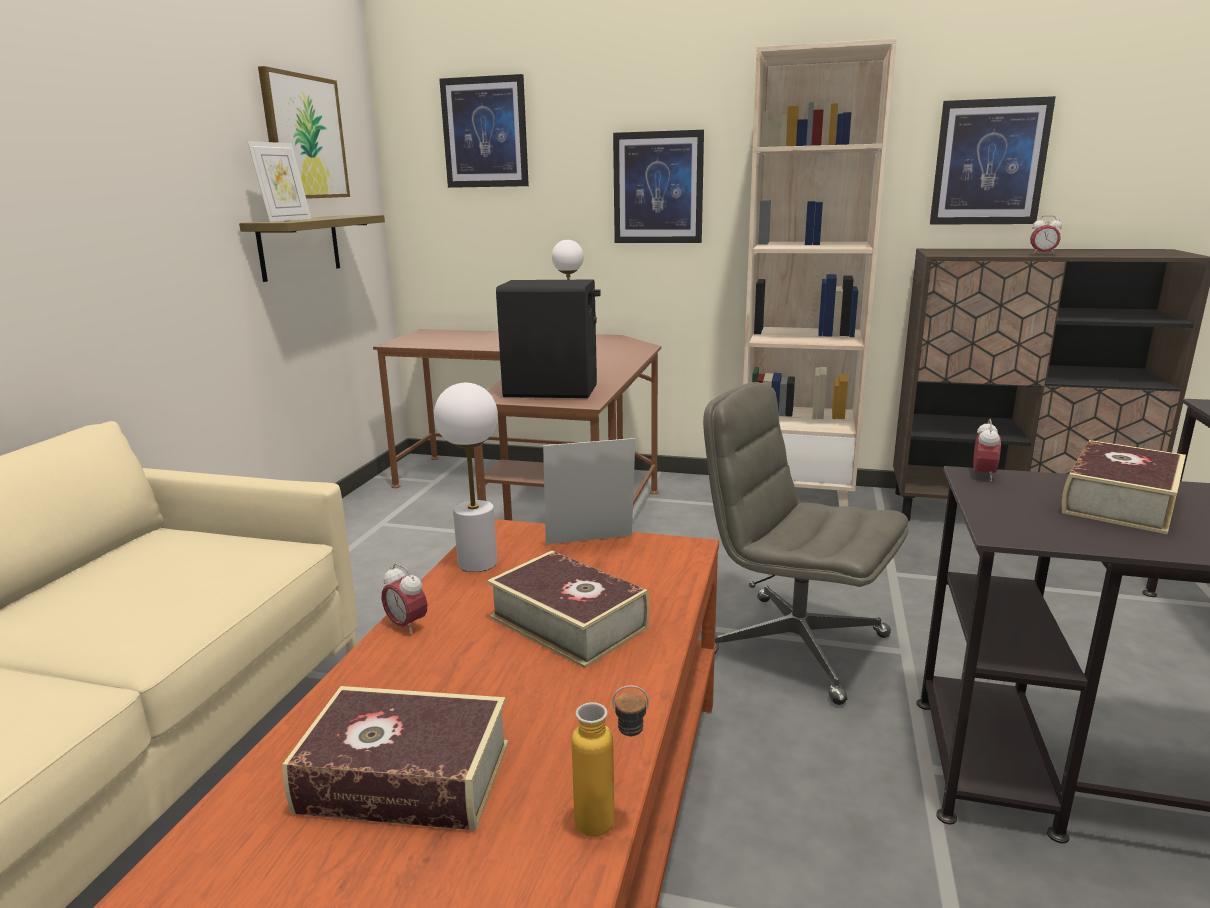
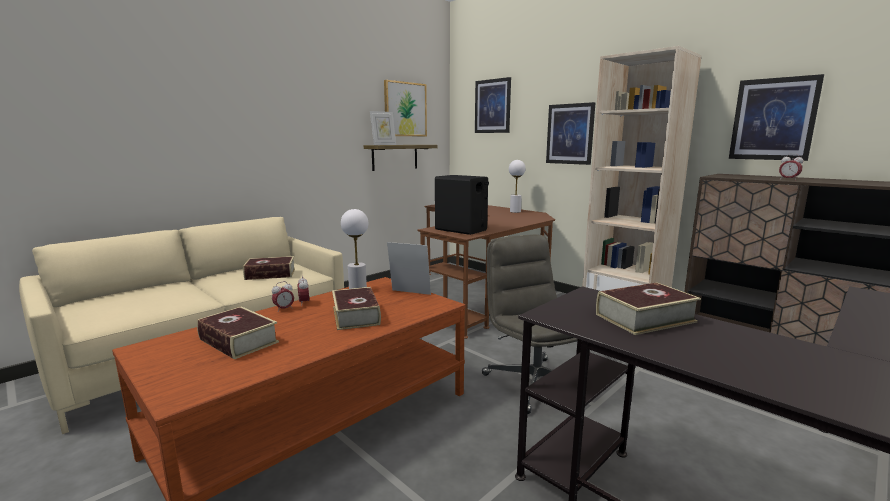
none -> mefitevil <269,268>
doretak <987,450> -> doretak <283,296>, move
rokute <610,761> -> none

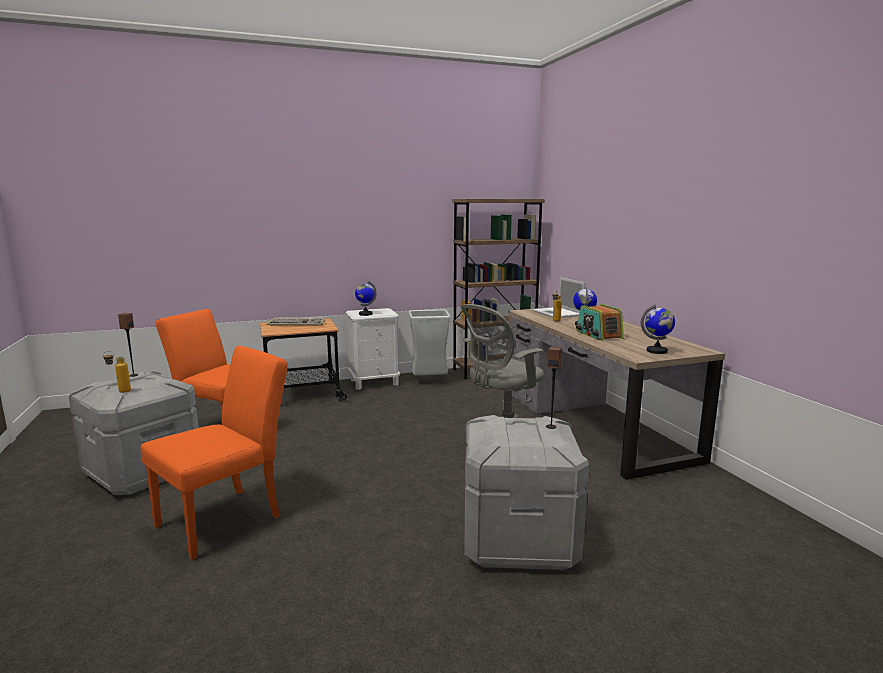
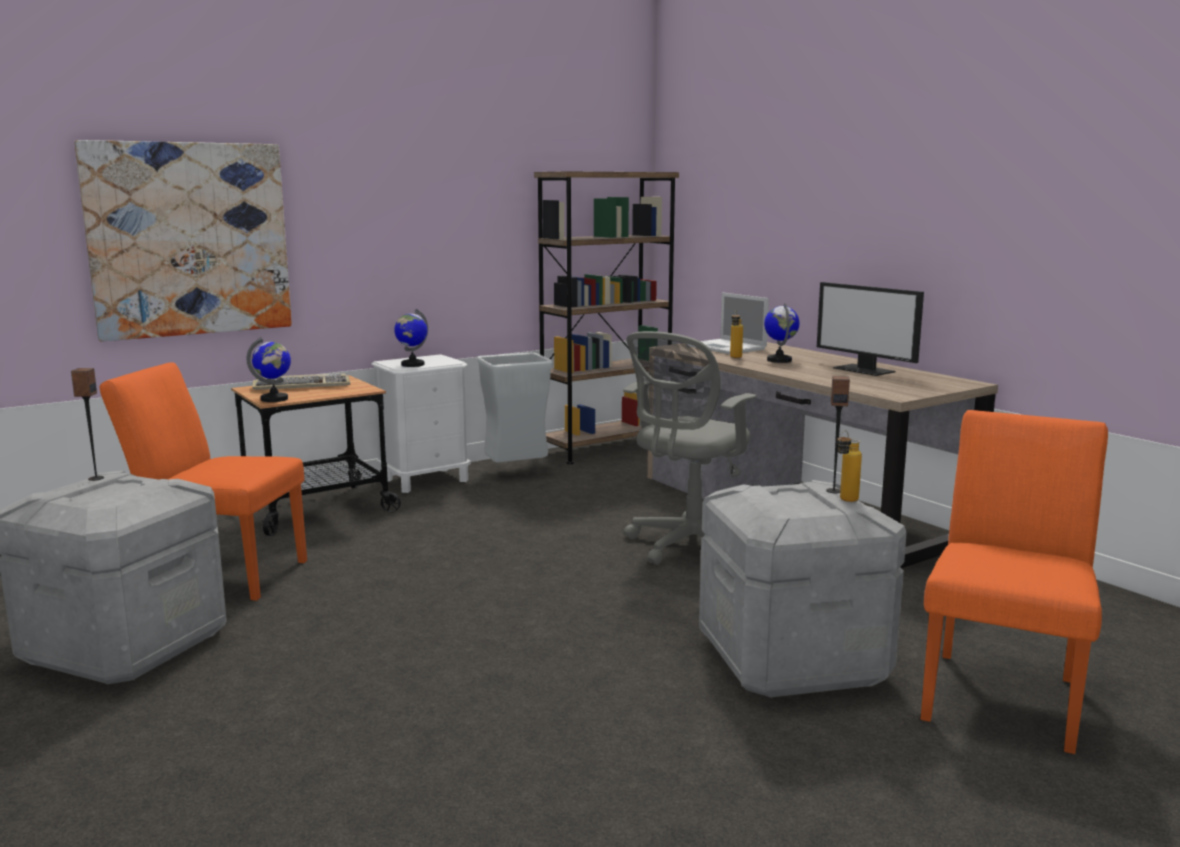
none -> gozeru <183,241>
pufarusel <658,329> -> pufarusel <269,369>, move
none -> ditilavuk <870,329>
rokute <117,372> -> rokute <849,466>, move
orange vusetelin <214,453> -> orange vusetelin <1014,582>, move
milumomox <600,322> -> none

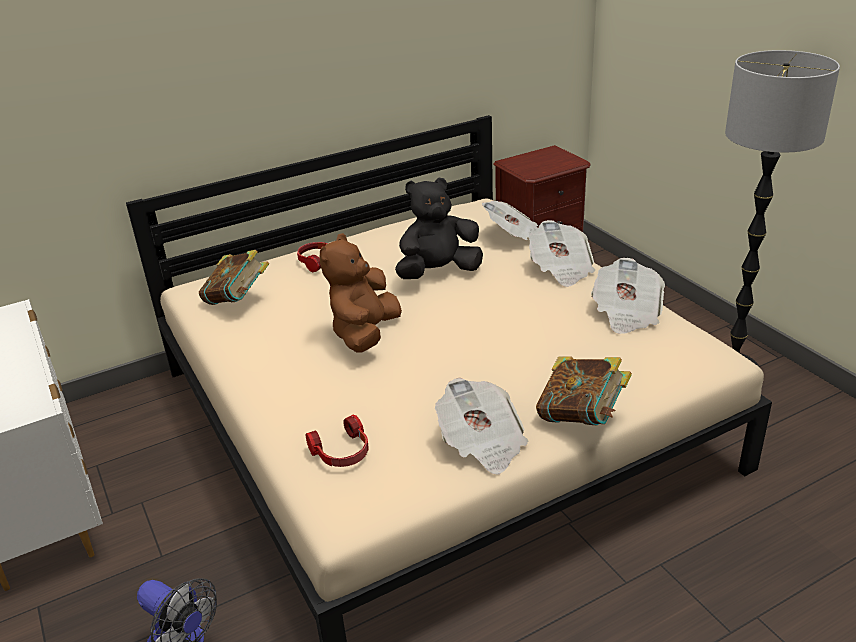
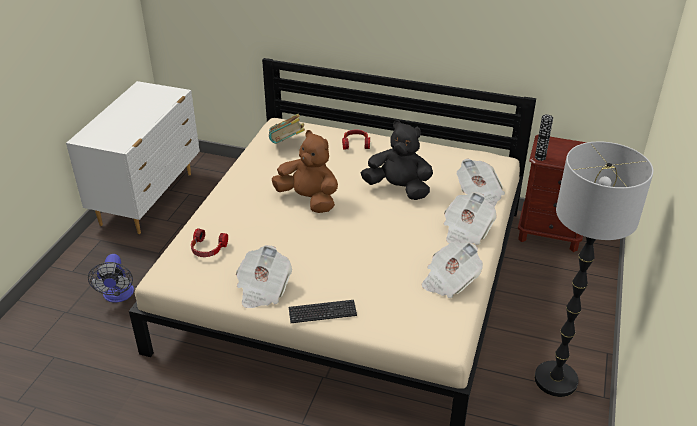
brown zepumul <360,292> -> brown zepumul <305,171>, 60 degrees clockwise
mefitevil <584,390> -> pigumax <323,311>
none -> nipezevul <544,138>

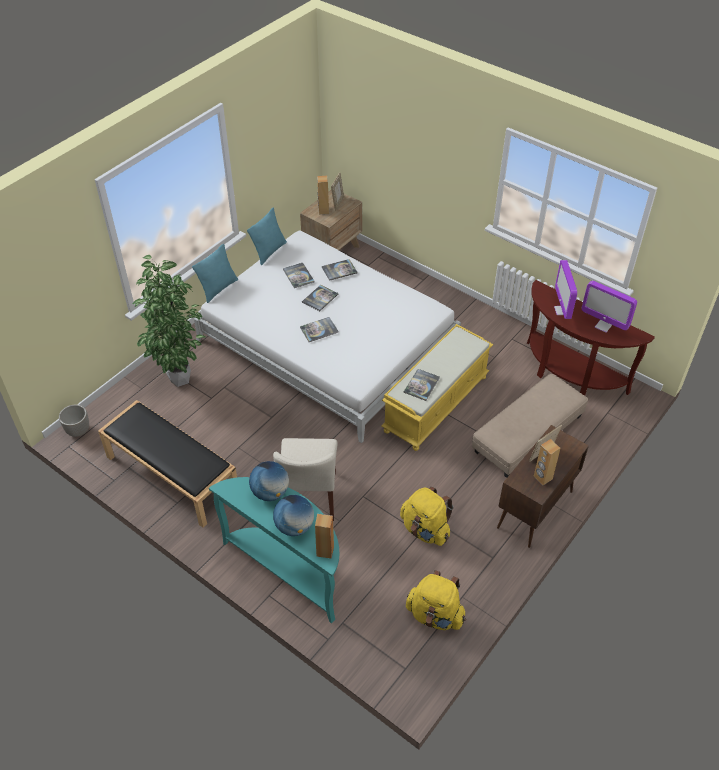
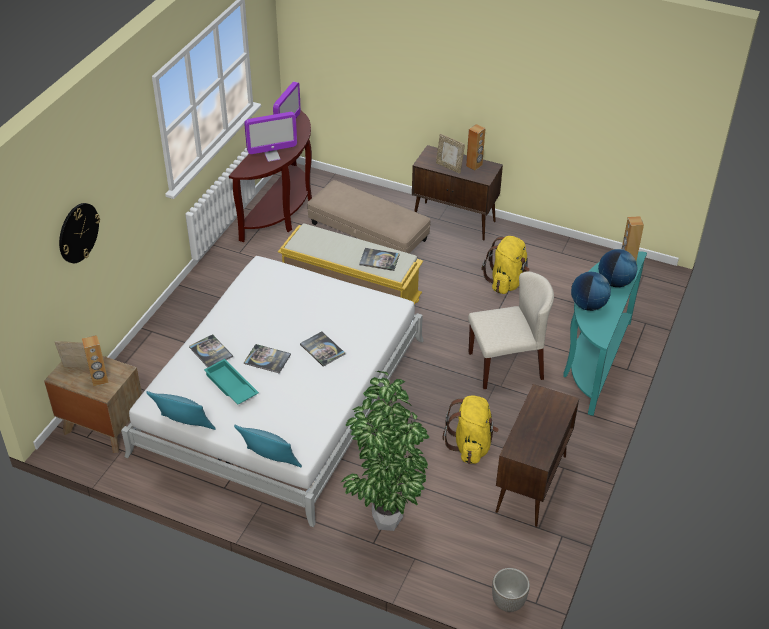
none -> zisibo <79,233>
mefitevil <298,275> -> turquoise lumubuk <231,382>
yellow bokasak <436,600> -> yellow bokasak <471,430>, move
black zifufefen <167,464> -> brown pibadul <537,455>

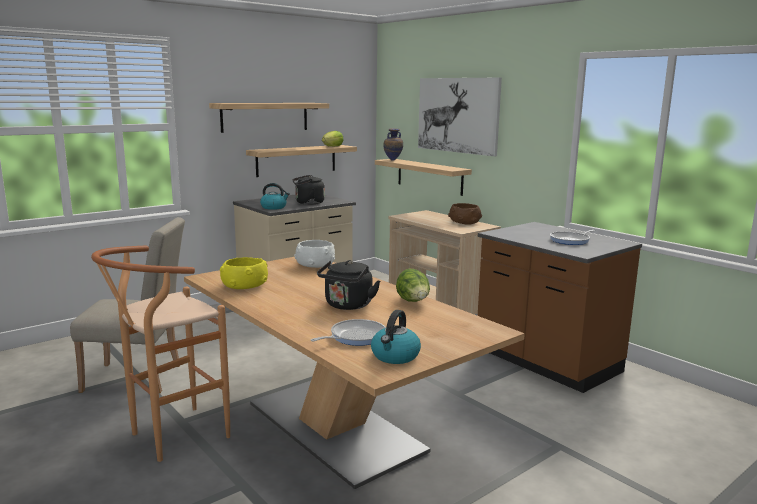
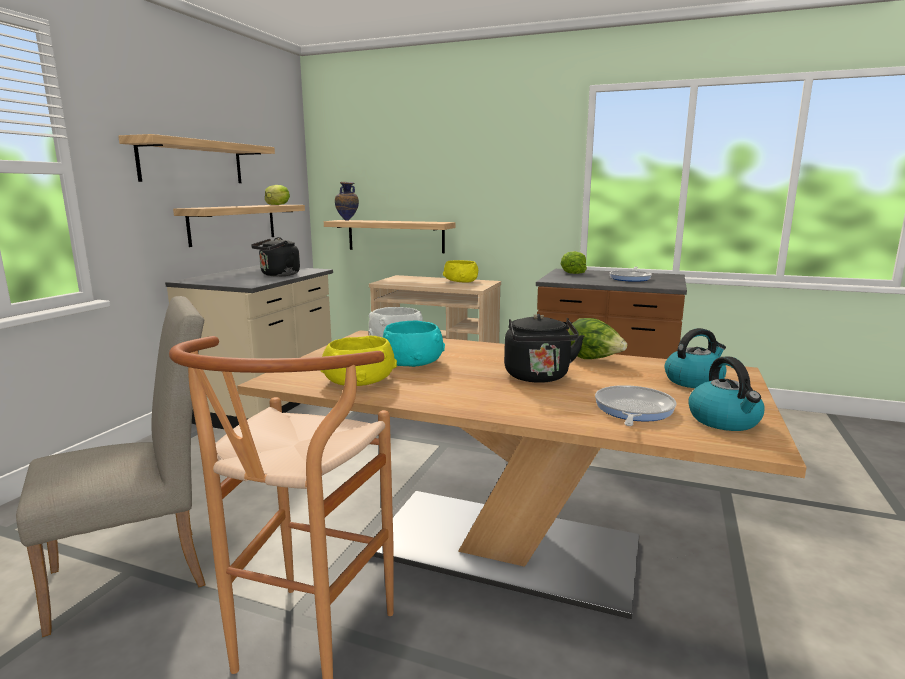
none -> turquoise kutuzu <414,344>
brown kutuzu <465,214> -> yellow kutuzu <460,271>
none -> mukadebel <574,262>
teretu <275,196> -> teretu <696,358>, move
gozeru <460,117> -> none

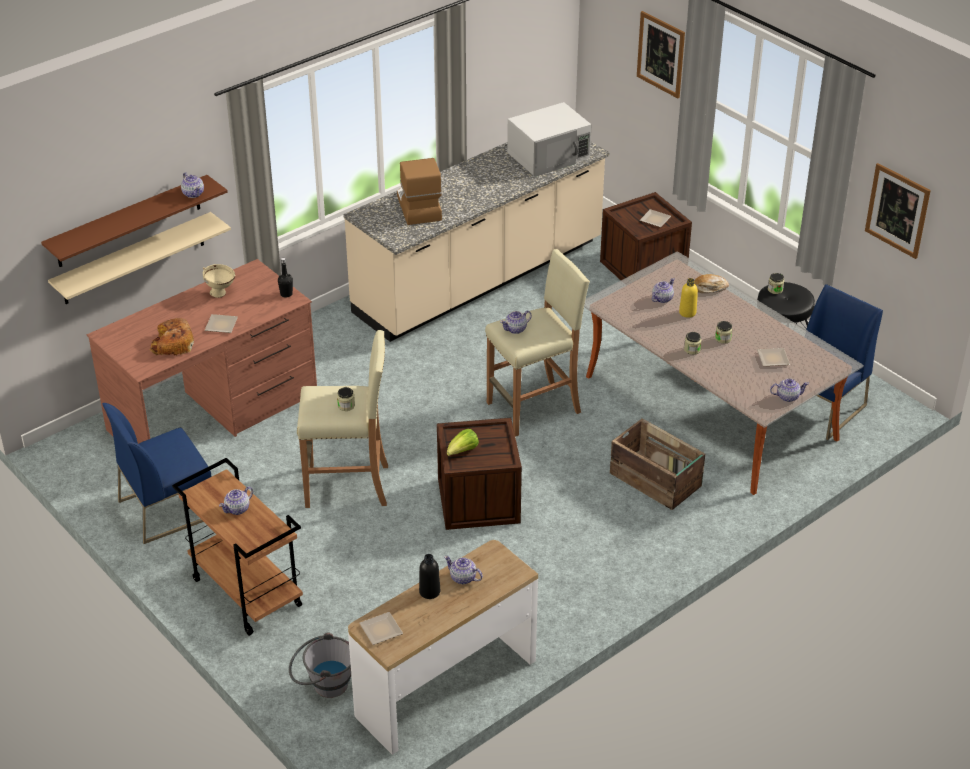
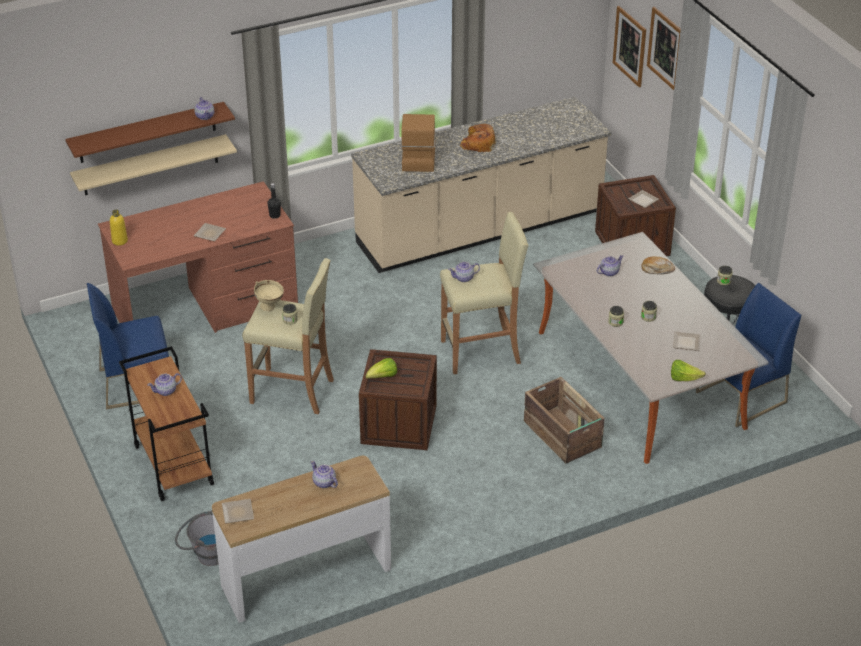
yellow rokute <688,298> -> yellow rokute <119,228>, move
beige kutuzu <219,281> -> beige kutuzu <269,295>, move
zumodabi <172,336> -> zumodabi <477,138>, move
gozeru <898,211> -> gozeru <629,46>, move
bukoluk <789,390> -> mukadebel <688,370>
black rokute <429,576> -> none
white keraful <549,139> -> none

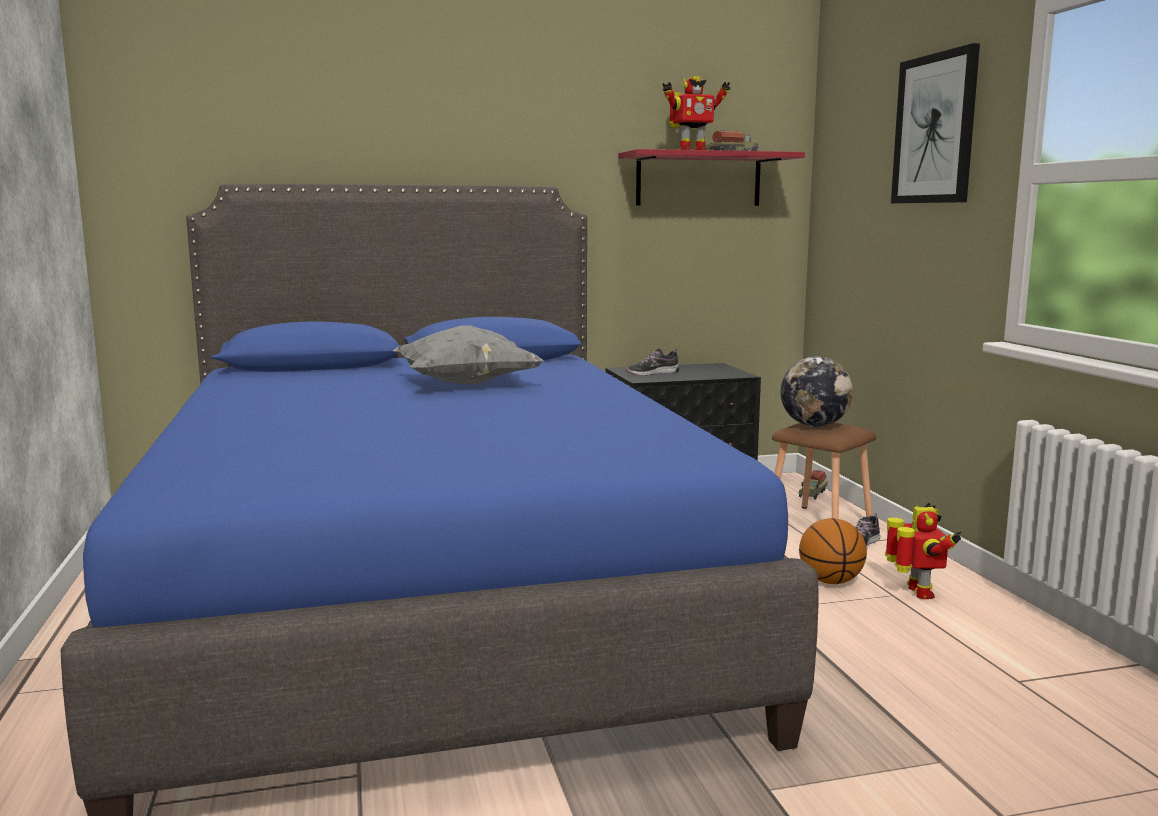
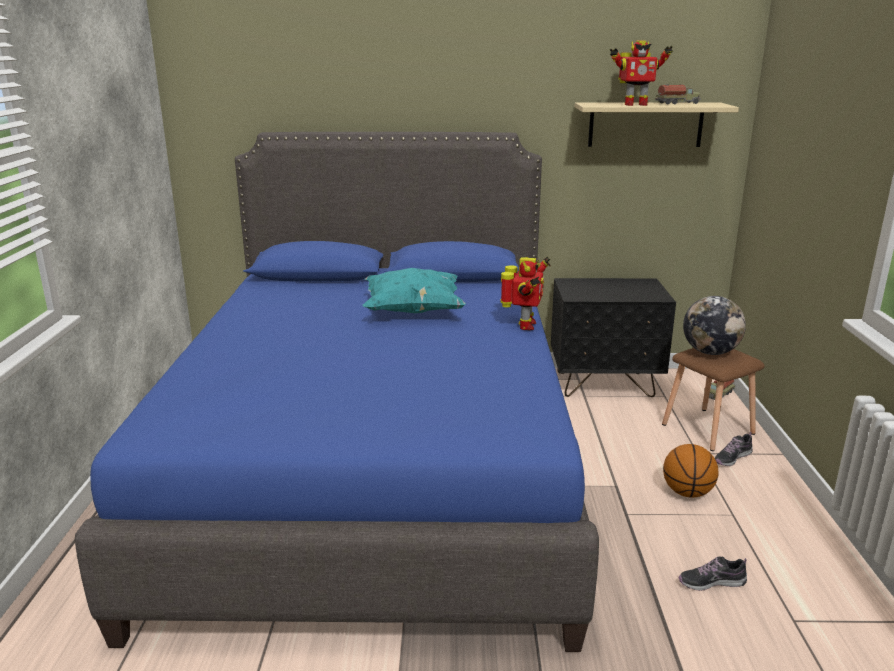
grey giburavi <468,354> -> turquoise giburavi <414,290>
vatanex <923,551> -> vatanex <525,293>, move
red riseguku <711,177> -> beige riseguku <657,124>
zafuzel <652,362> -> zafuzel <713,574>, move
gozeru <935,123> -> none

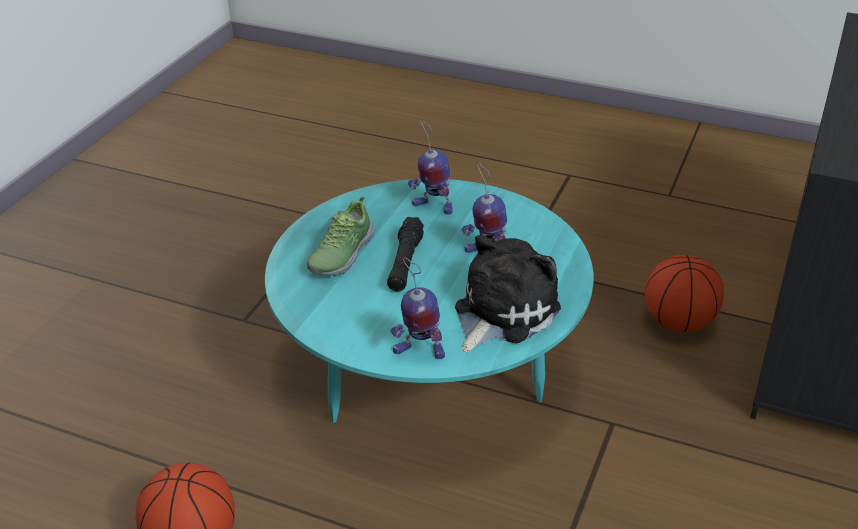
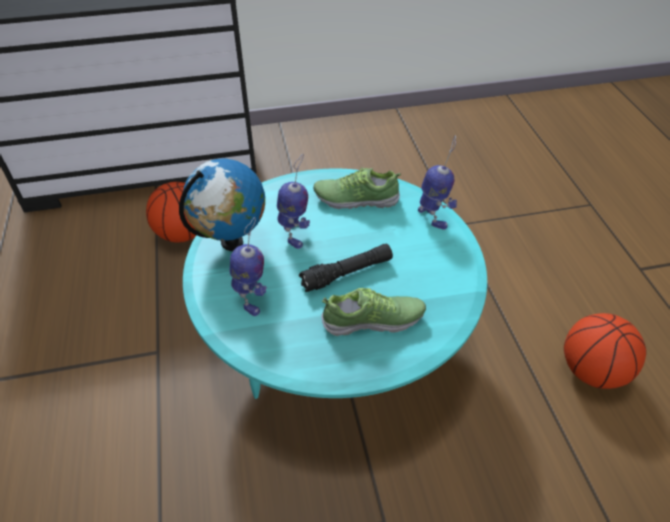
none -> pufarusel <222,205>
zepumul <508,293> -> zafuzel <357,188>

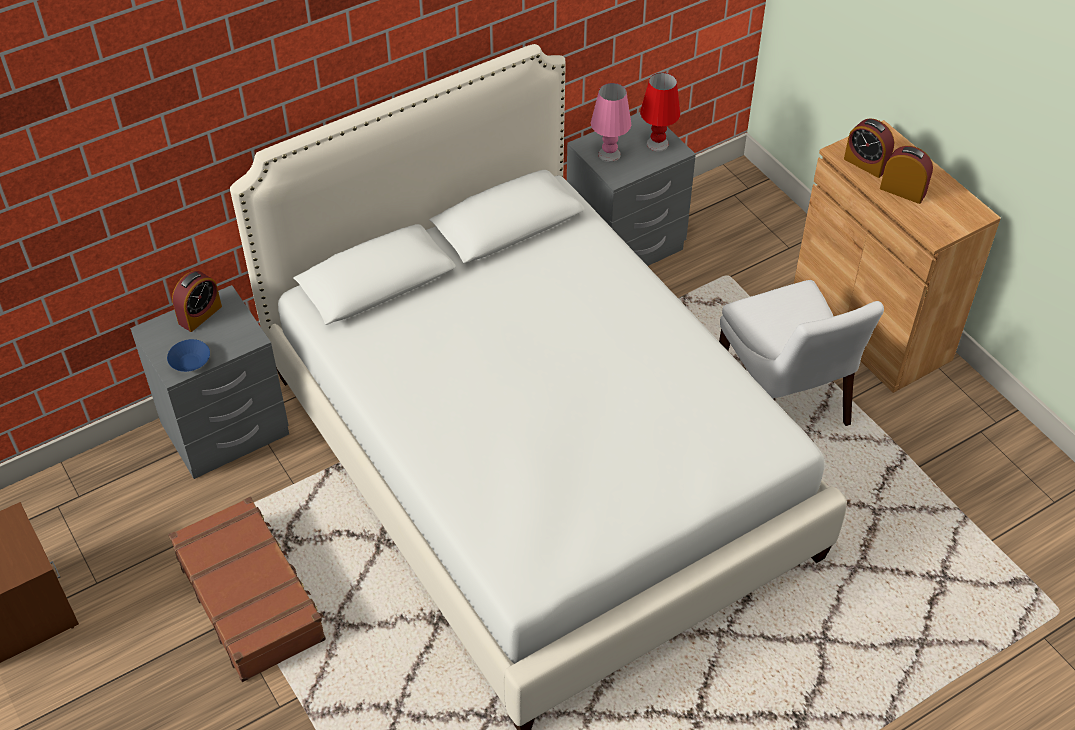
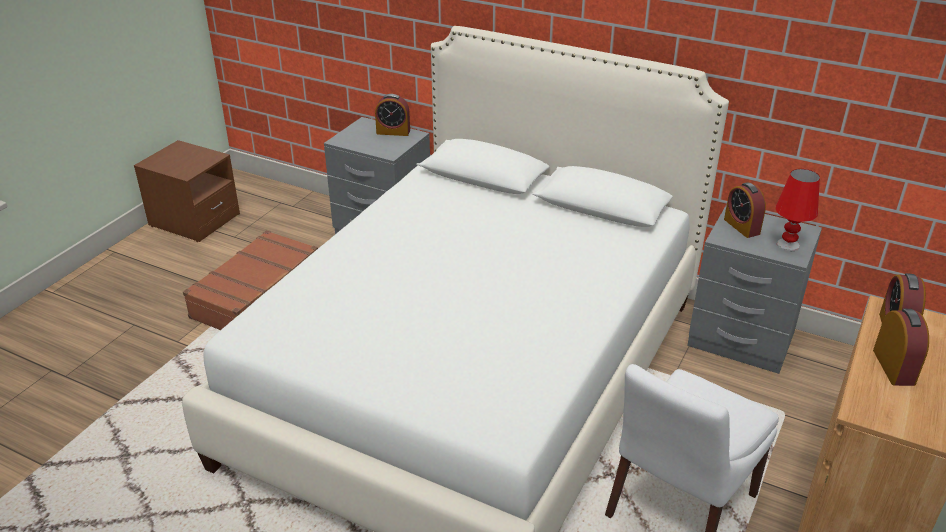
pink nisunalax <611,122> -> doretak <745,210>
blue kutuzu <188,355> -> none

